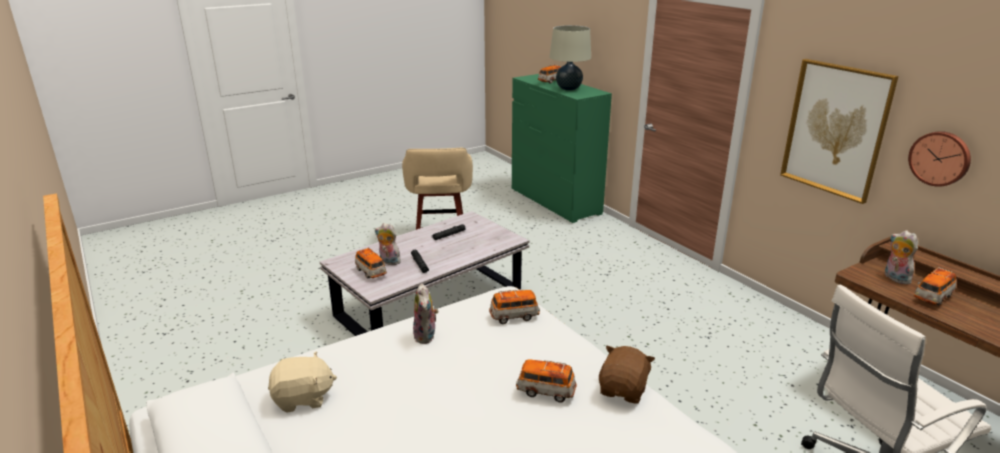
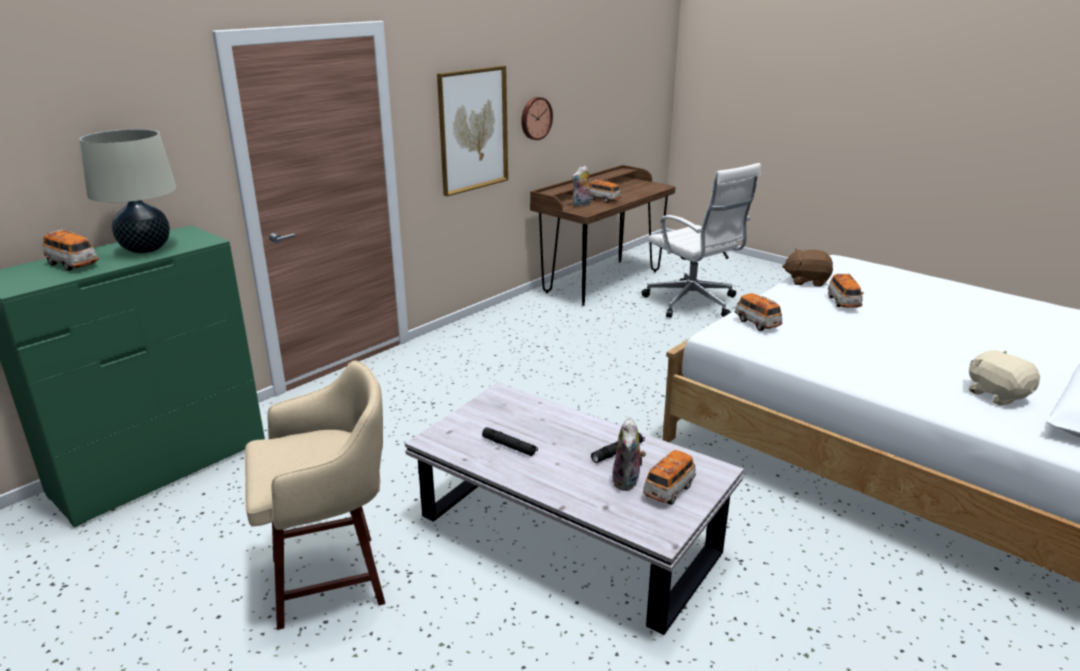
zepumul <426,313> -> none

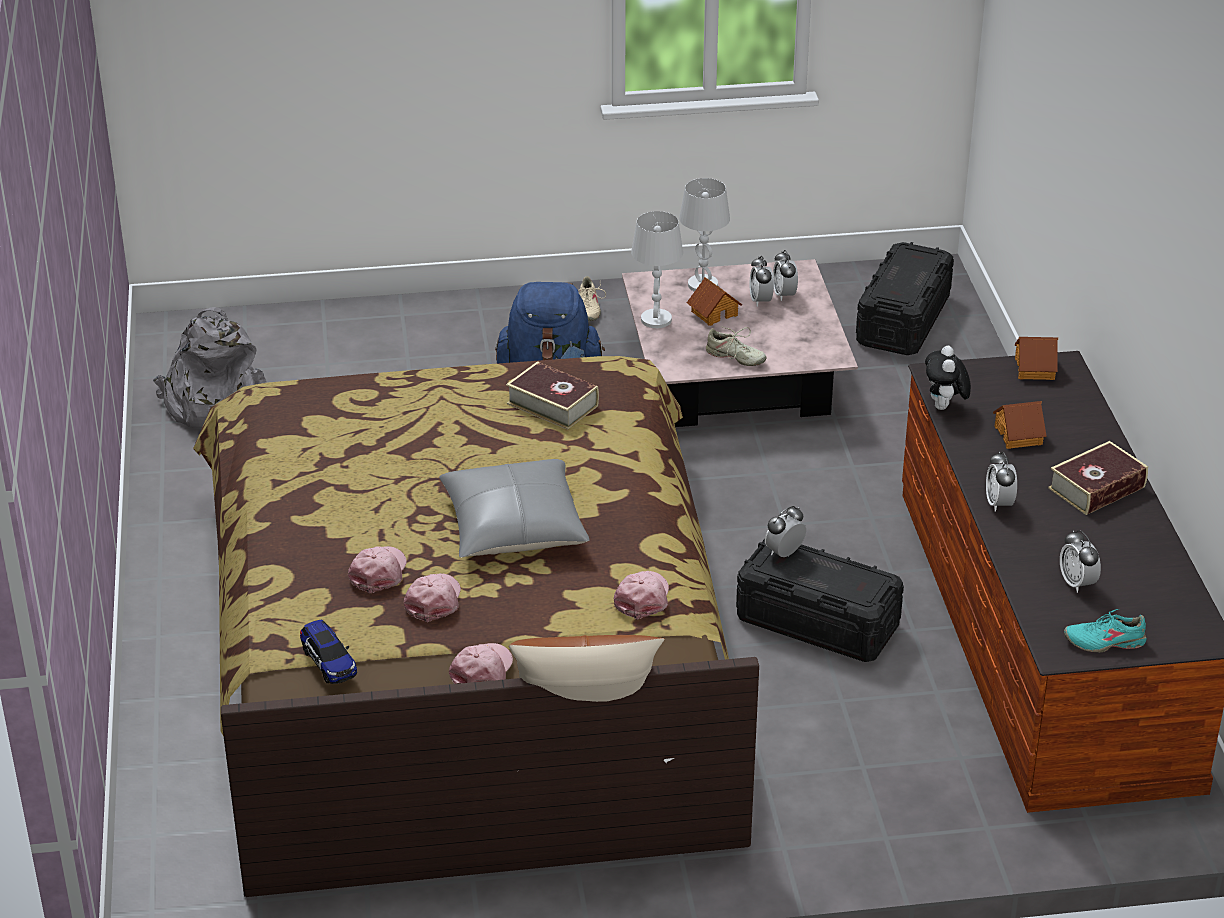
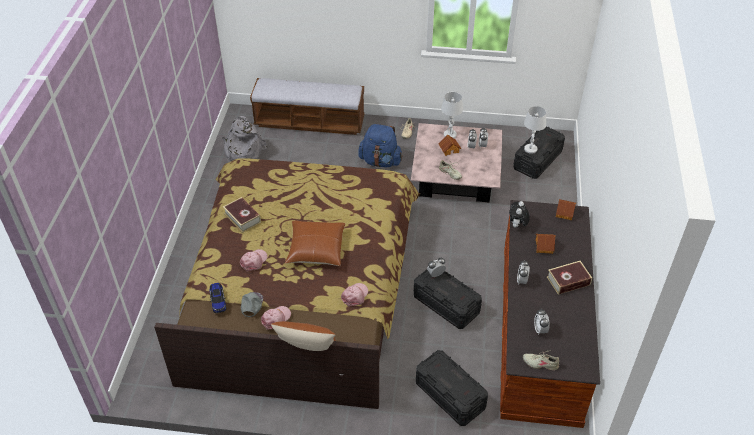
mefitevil <552,395> -> mefitevil <242,215>, move
none -> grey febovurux <252,304>
none -> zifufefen <307,106>
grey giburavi <514,508> -> brown giburavi <315,243>
none -> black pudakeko <452,388>
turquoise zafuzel <1105,631> -> beige zafuzel <541,360>
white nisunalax <657,269> -> white nisunalax <535,130>, move
pink febovurux <432,597> -> none

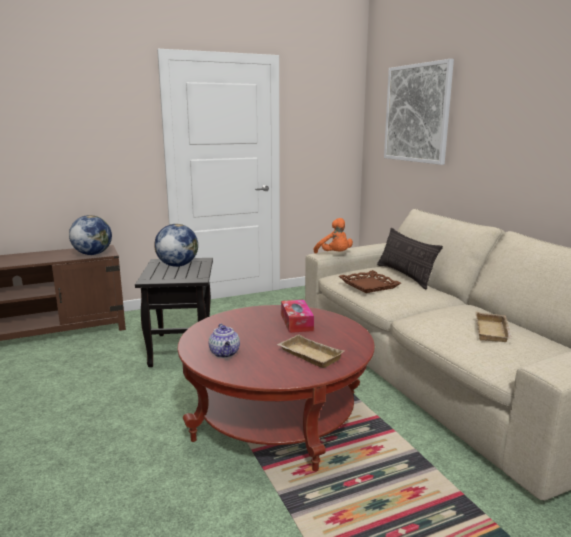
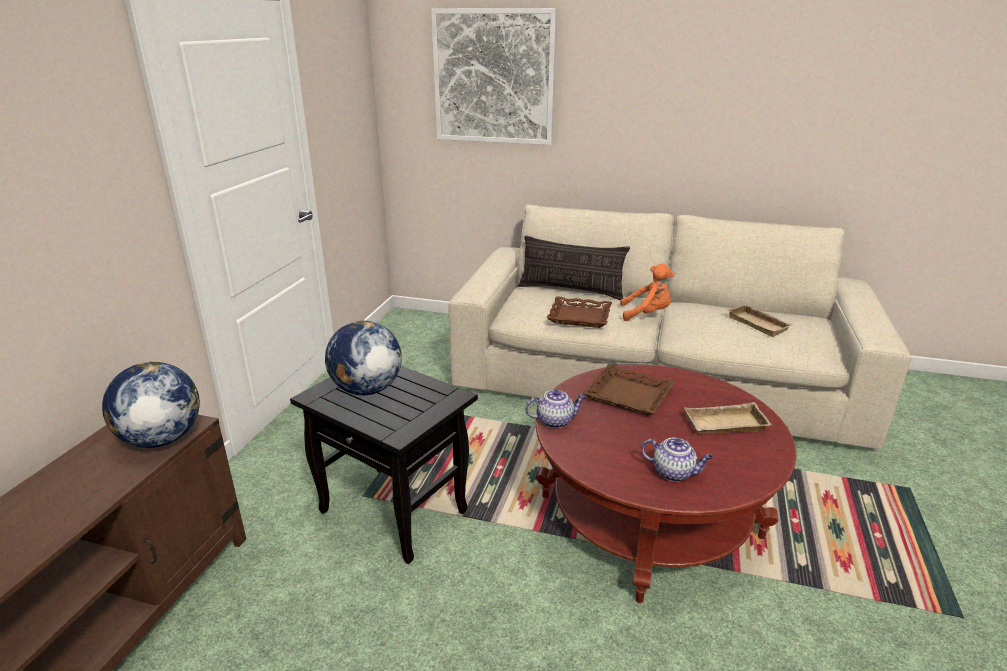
none -> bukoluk <555,409>
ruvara <297,316> -> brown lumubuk <629,390>
orange zepumul <333,236> -> orange zepumul <647,292>, move

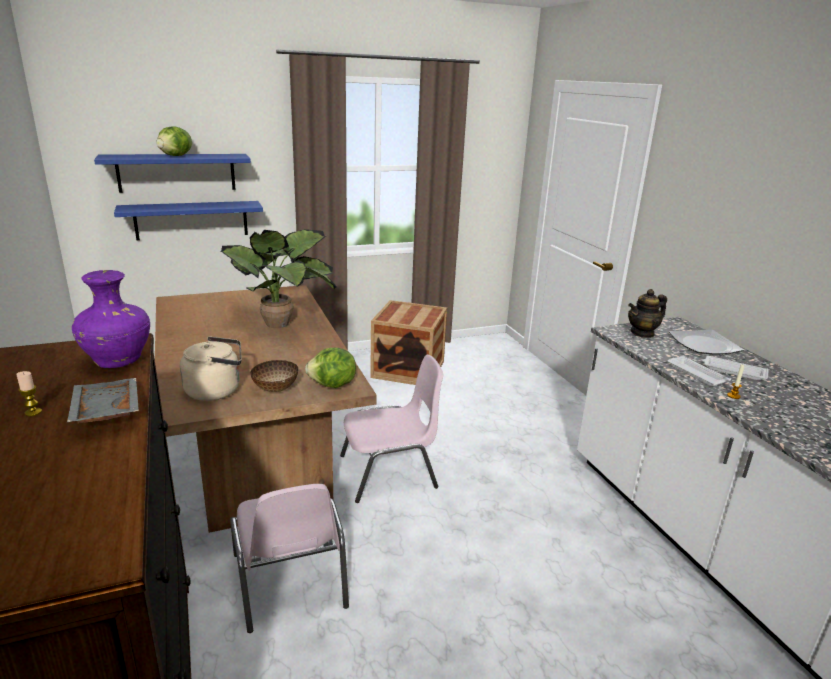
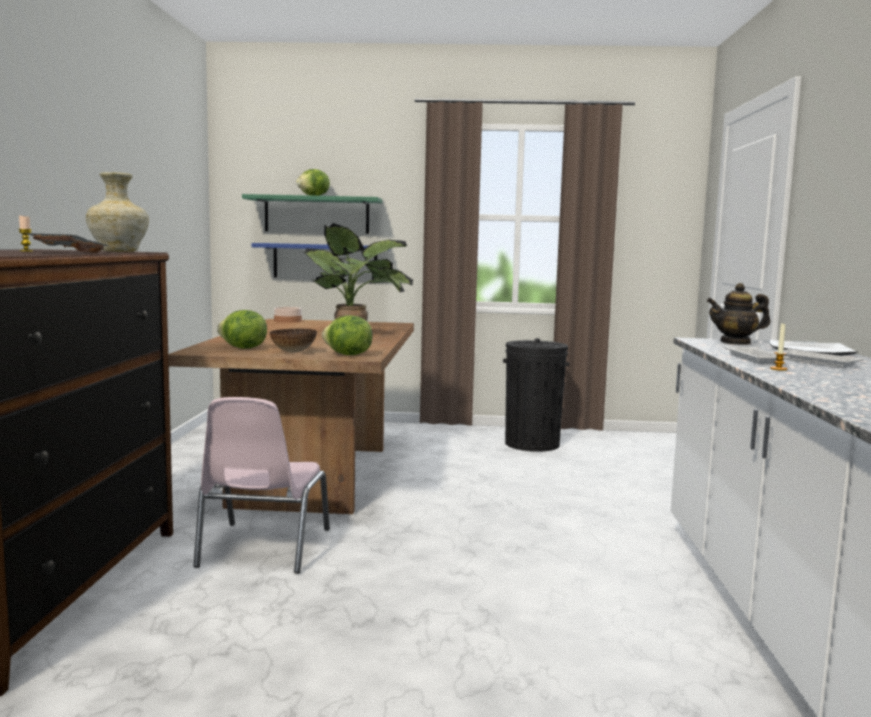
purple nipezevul <111,319> -> beige nipezevul <117,212>
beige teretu <211,368> -> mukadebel <242,329>
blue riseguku <172,173> -> green riseguku <312,214>
none -> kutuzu <288,315>
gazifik <408,342> -> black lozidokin <536,395>
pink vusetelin <392,429> -> none

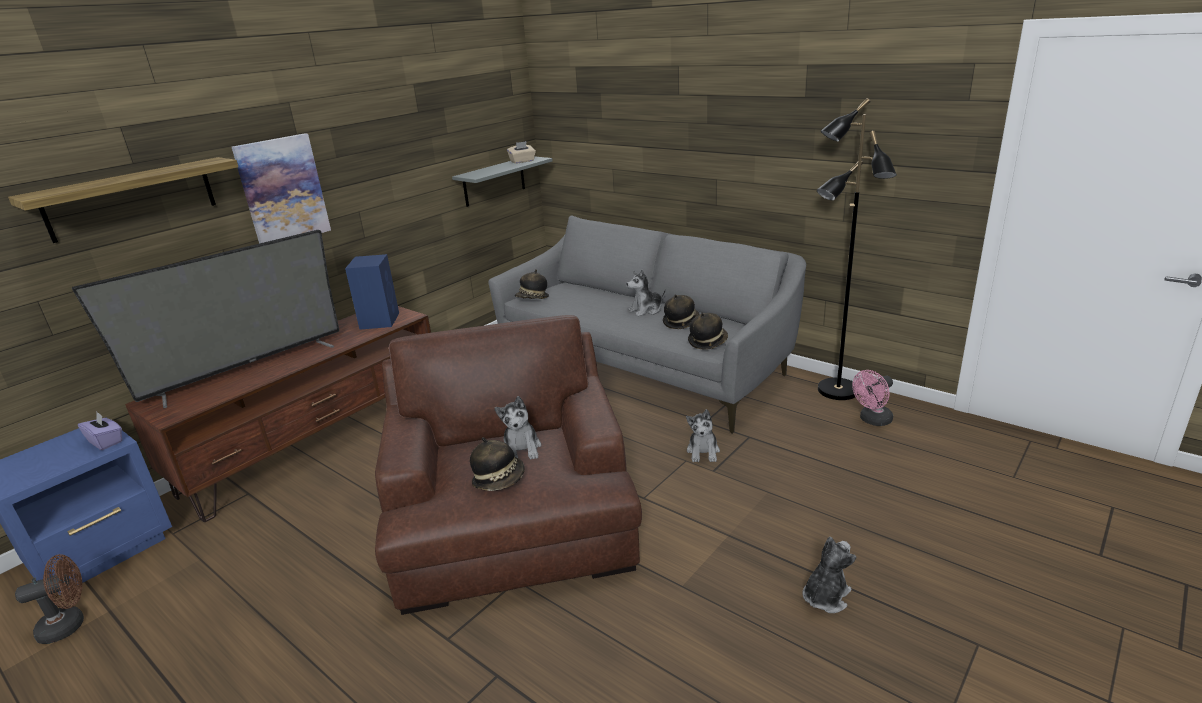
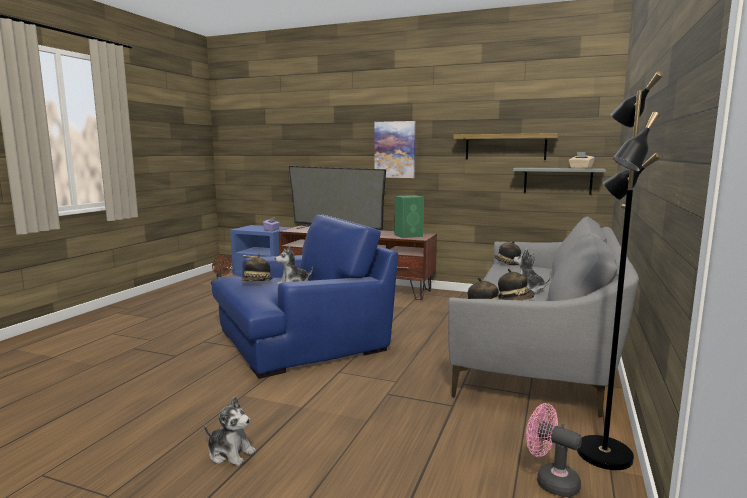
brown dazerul <508,465> -> blue dazerul <305,296>
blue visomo <372,292> -> green visomo <409,216>
riseguku <123,200> -> riseguku <505,146>, move
zepumul <703,435> -> none

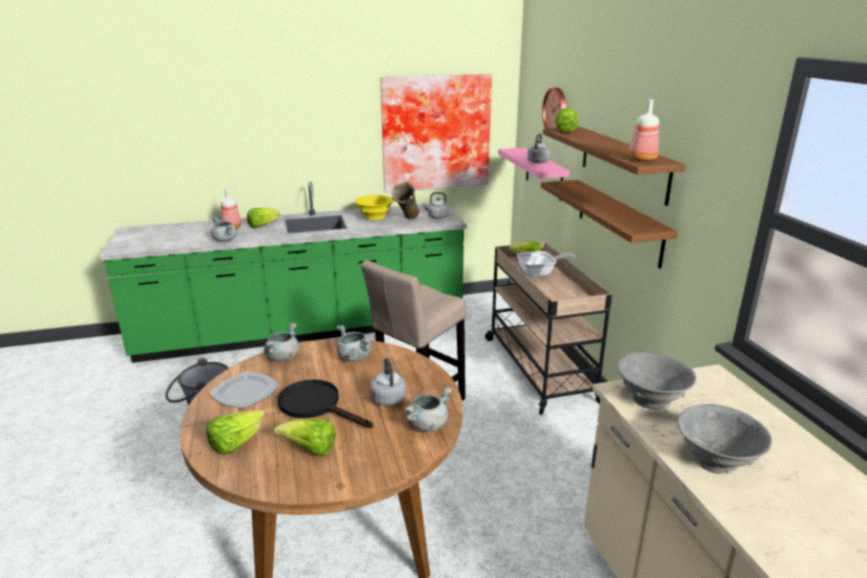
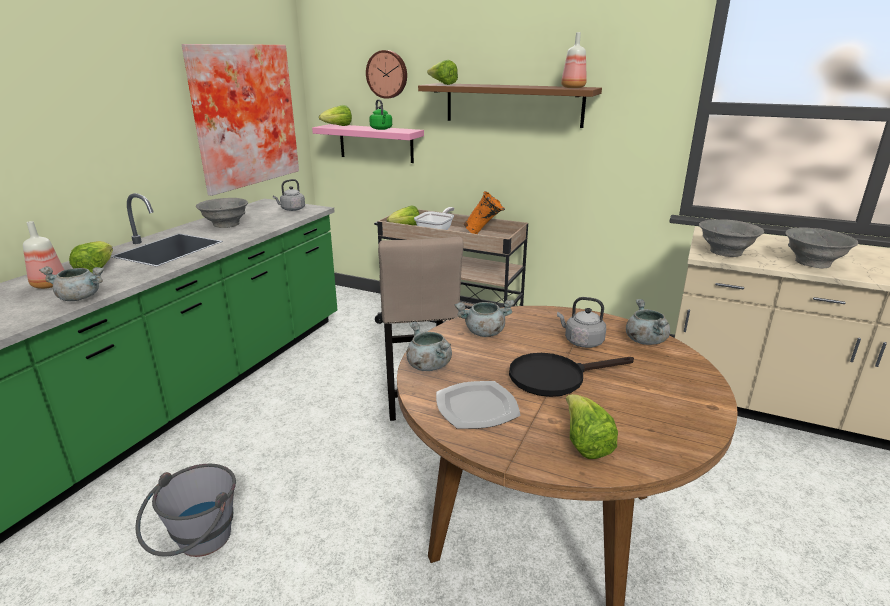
yellow kutuzu <374,207> -> grey kutuzu <222,213>
mukadebel <305,437> -> mukadebel <335,115>, move
grey teretu <538,148> -> green teretu <380,114>
none -> orange nipezevul <484,212>
beige nipezevul <405,200> -> none
brown riseguku <609,224> -> none

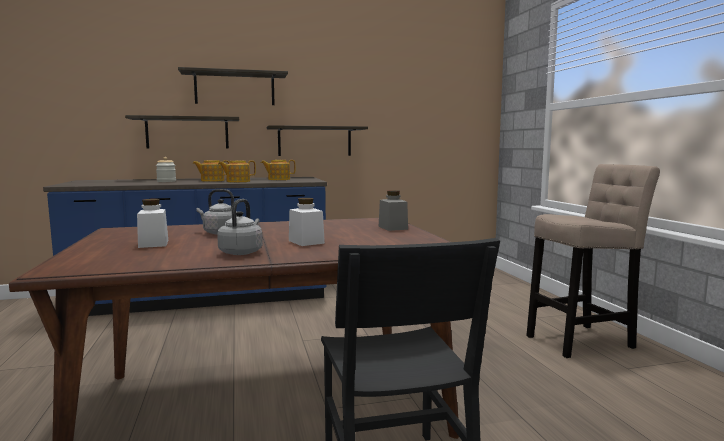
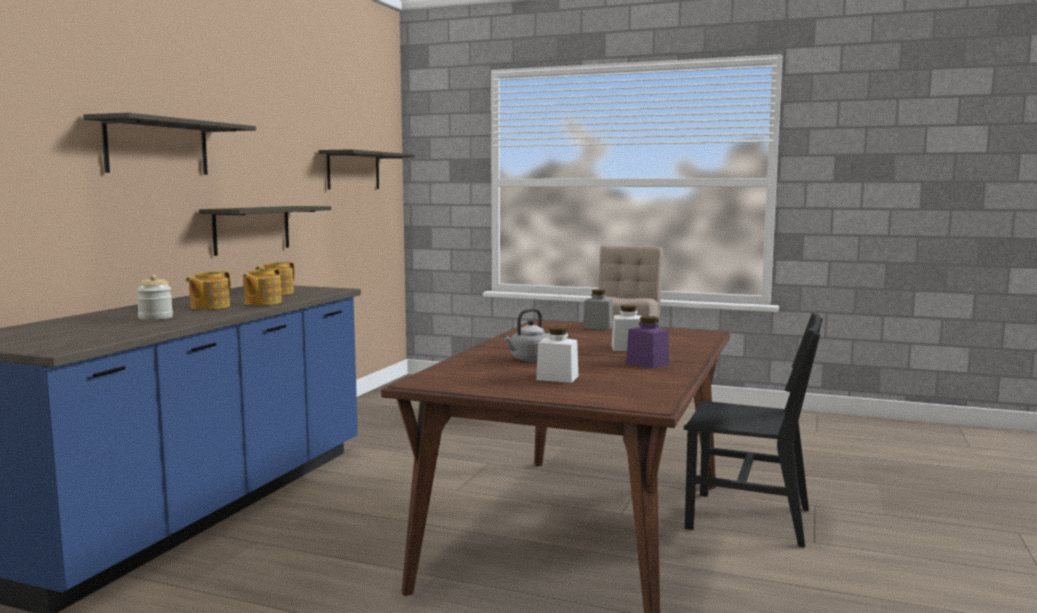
riseguku <182,132> -> riseguku <366,169>, move
grey teretu <240,227> -> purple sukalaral <647,342>

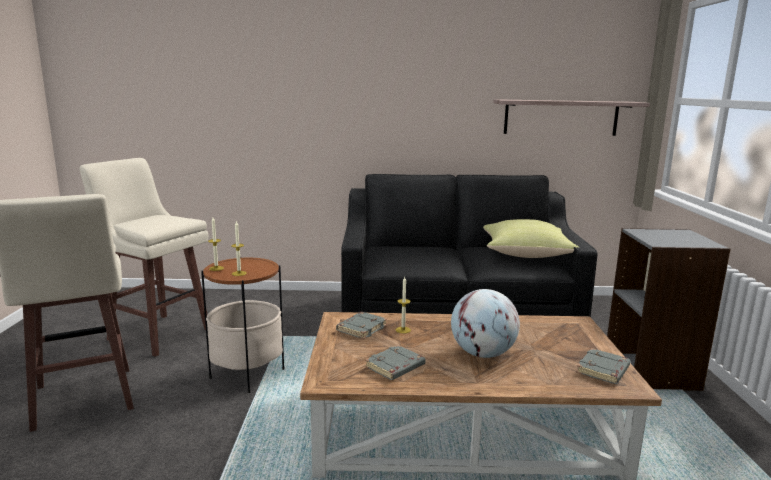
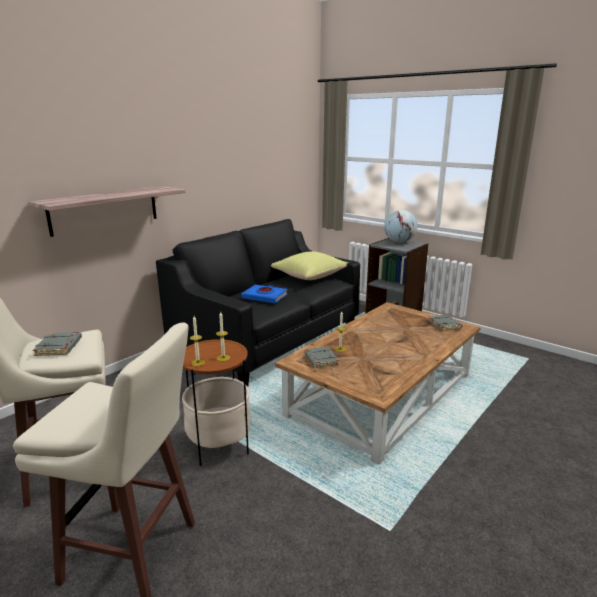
riseguku <571,117> -> riseguku <107,211>, move
grey mefitevil <395,362> -> grey mefitevil <57,344>, move
none -> blue mefitevil <264,294>
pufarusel <485,323> -> pufarusel <400,226>, move

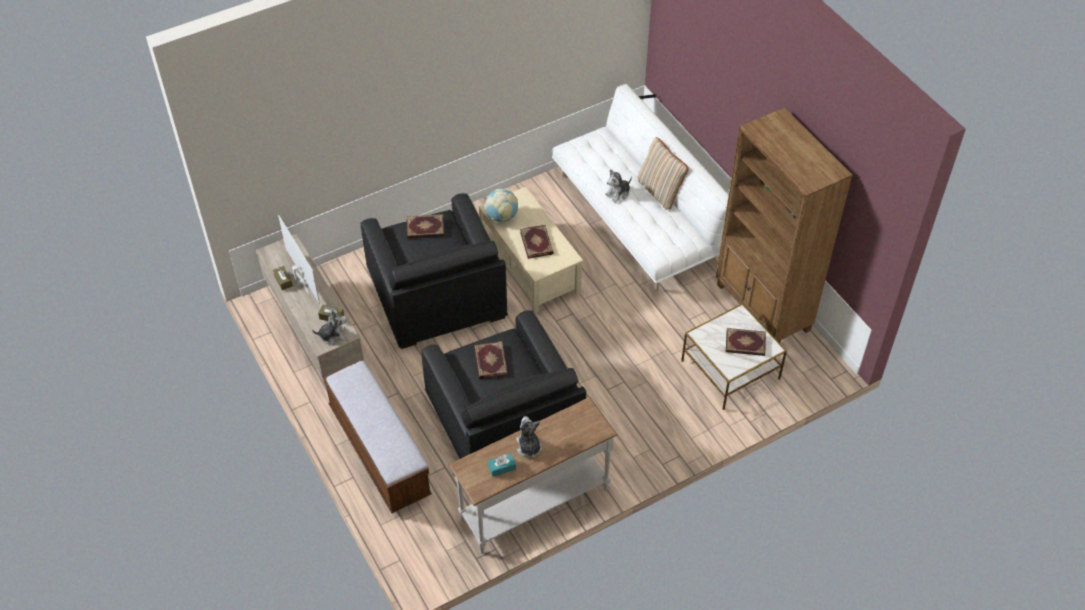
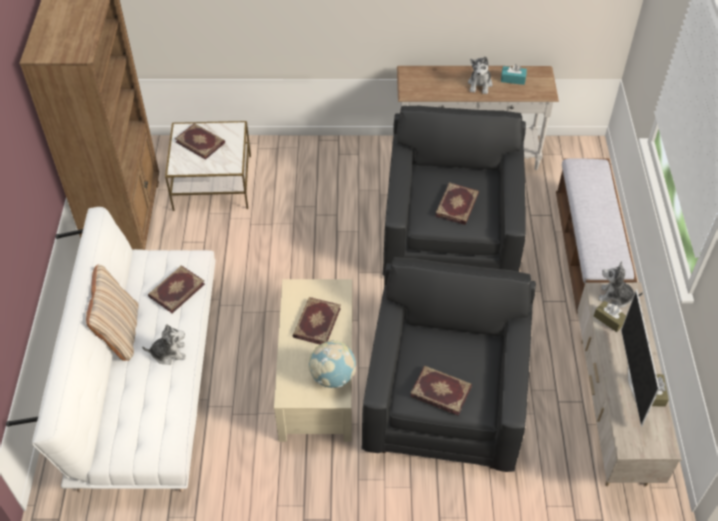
none -> mefitevil <176,289>

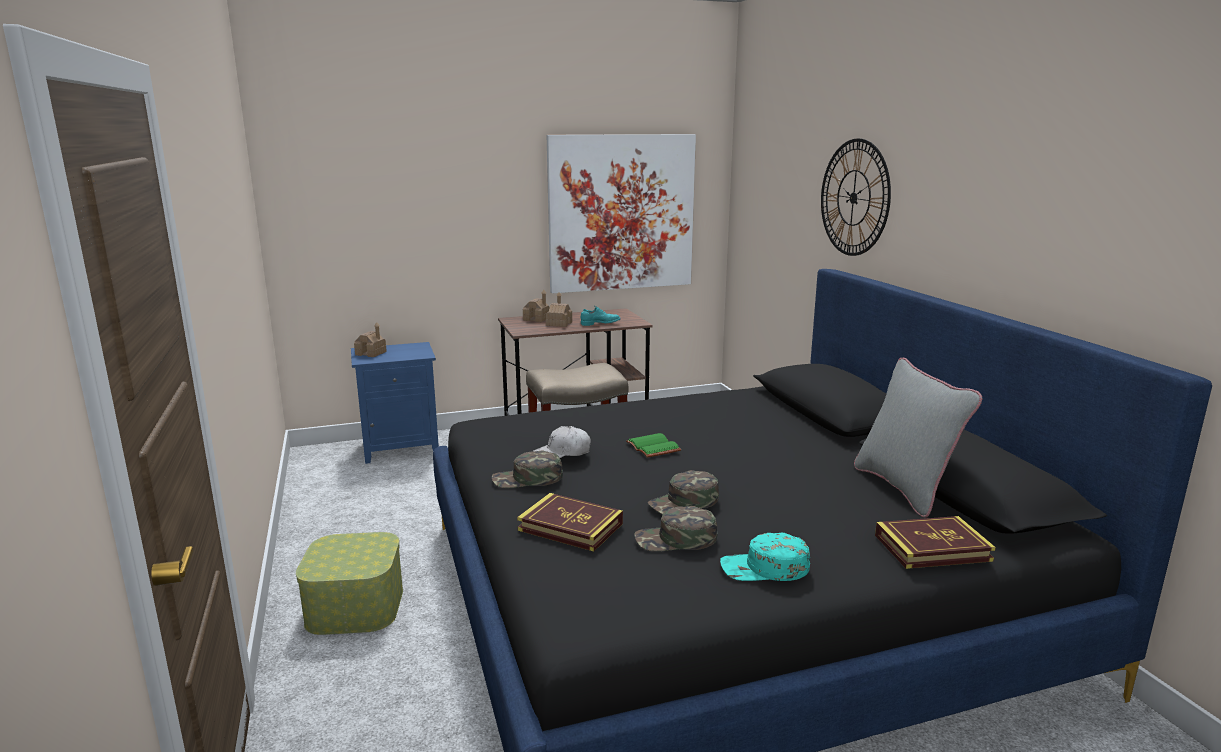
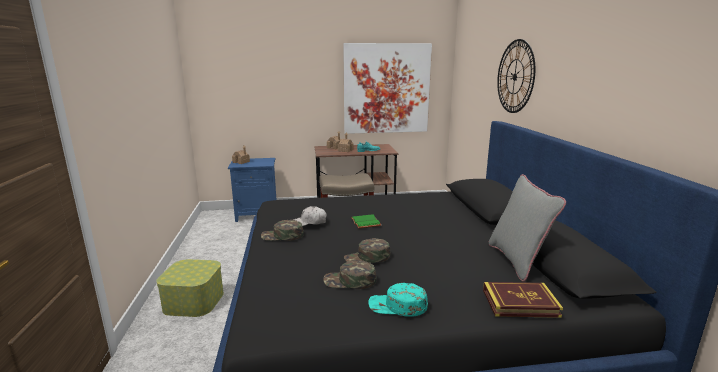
mefitevil <570,522> -> none

